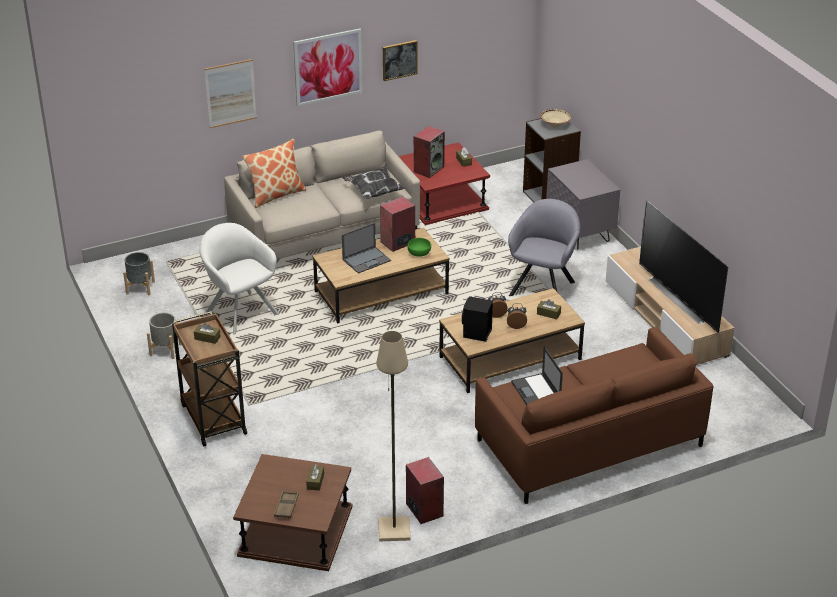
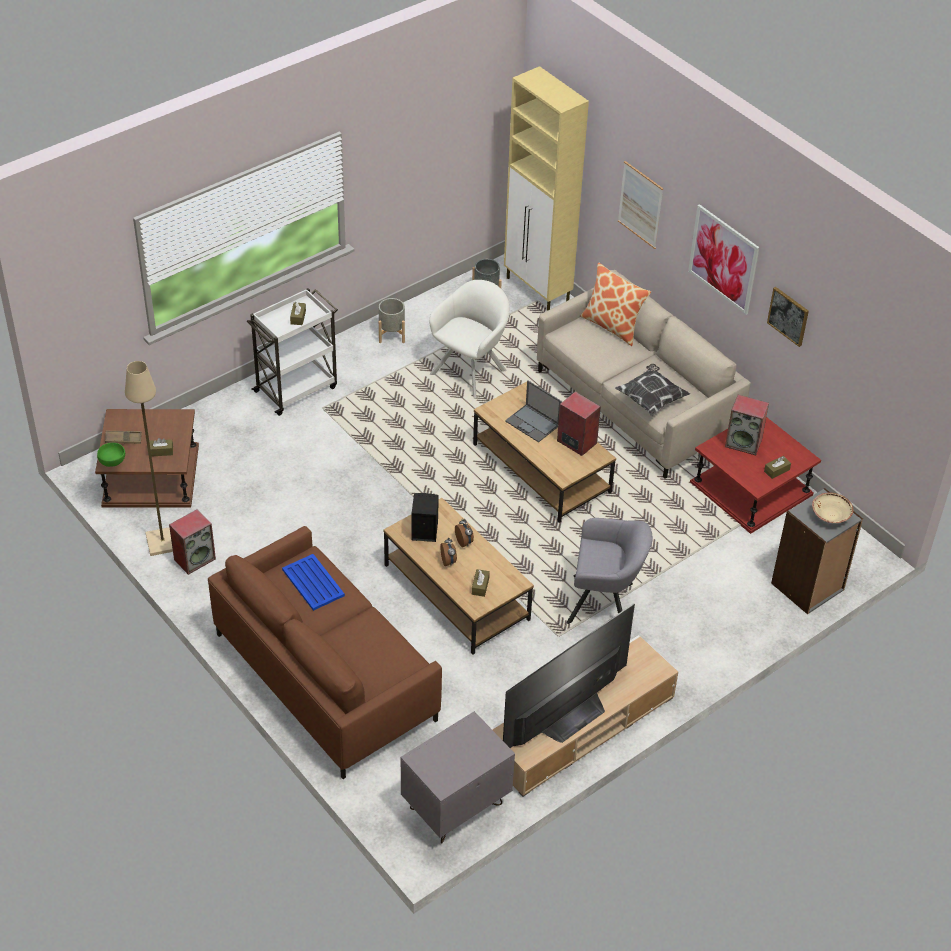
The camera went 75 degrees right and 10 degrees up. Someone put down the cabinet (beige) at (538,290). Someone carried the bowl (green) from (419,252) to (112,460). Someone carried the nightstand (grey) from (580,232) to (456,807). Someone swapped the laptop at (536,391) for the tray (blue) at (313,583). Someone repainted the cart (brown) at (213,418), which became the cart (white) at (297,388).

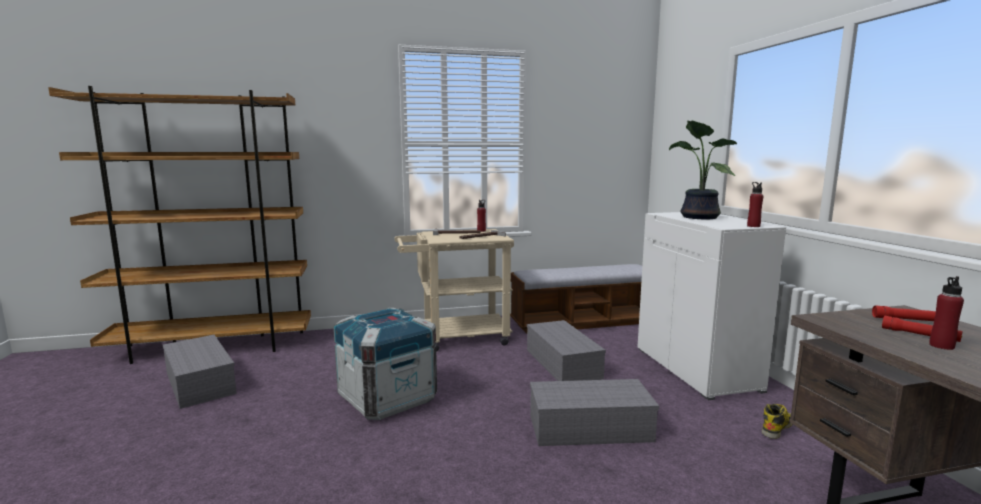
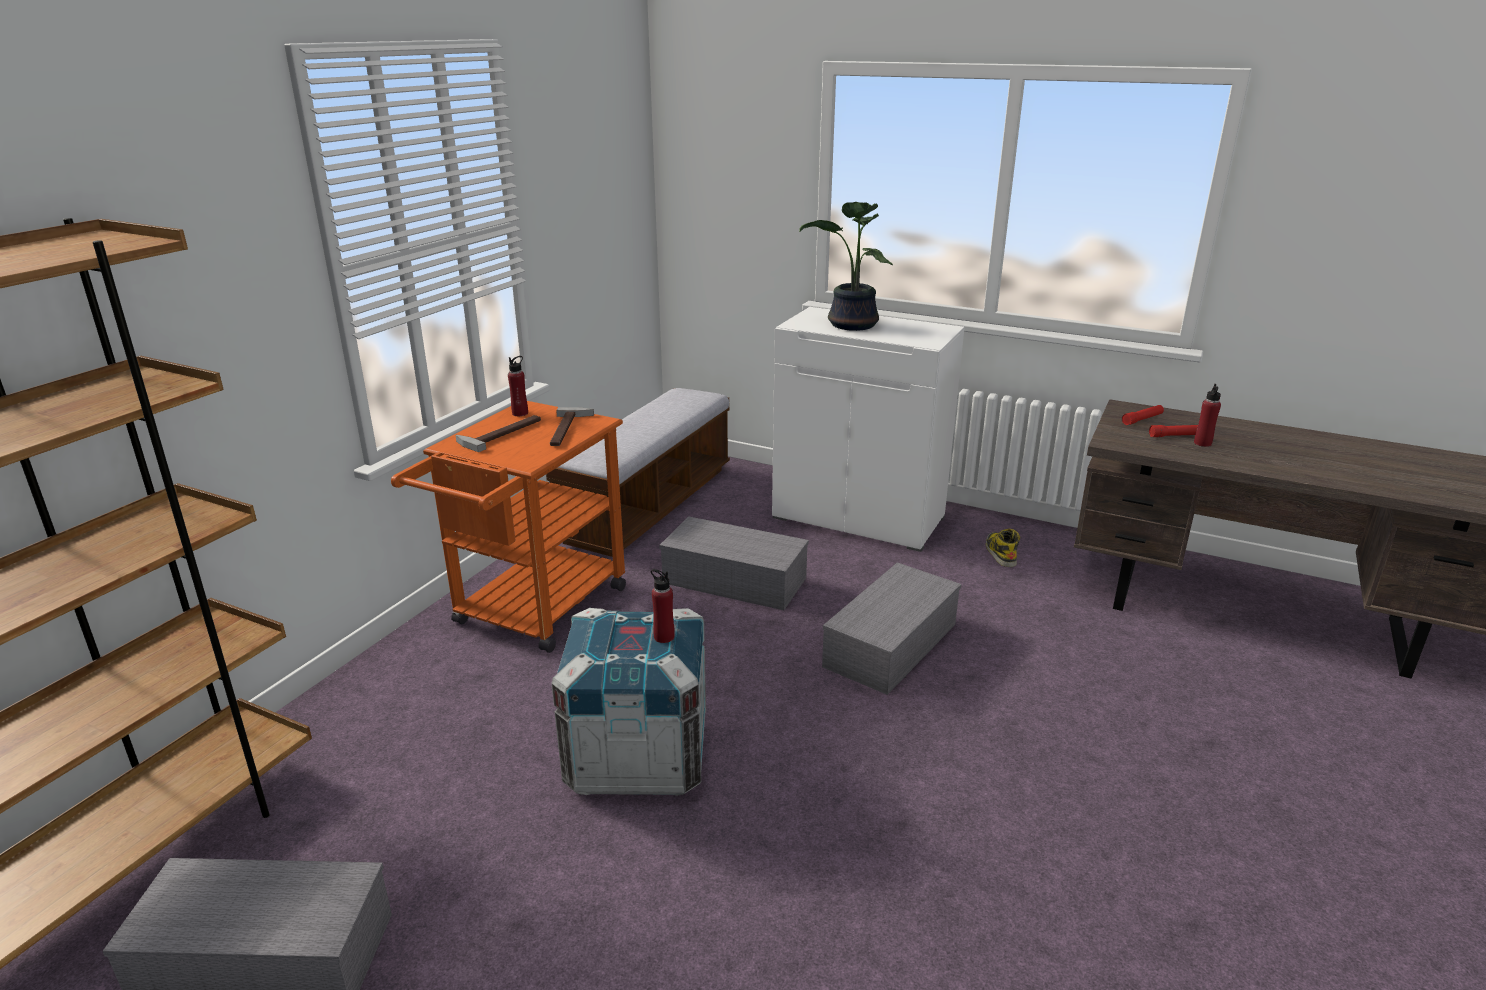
The camera went 50 degrees left and 15 degrees up. Someone carried the bottle (red) from (753,226) to (664,637). Someone repainted the cart (beige) at (456,337), which became the cart (orange) at (532,613).

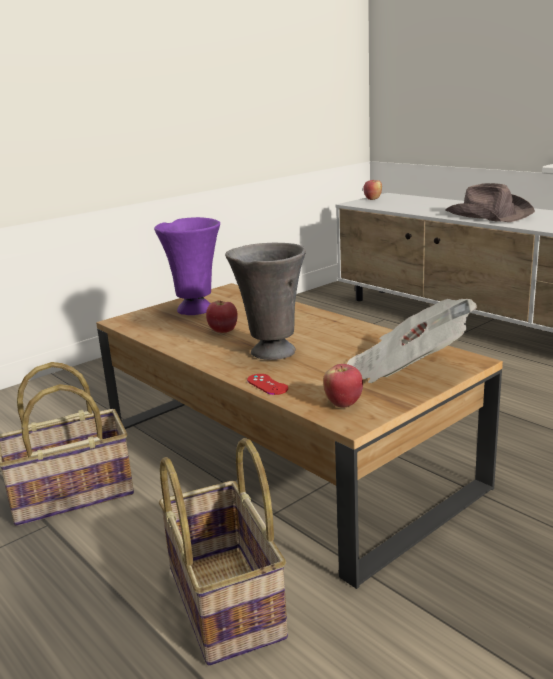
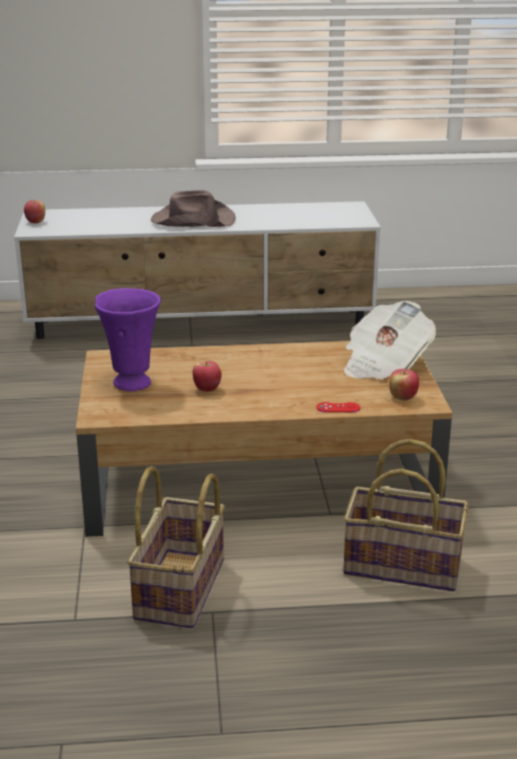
The camera went 55 degrees left and 5 degrees up. Someone took away the vase (grey) at (271,352).

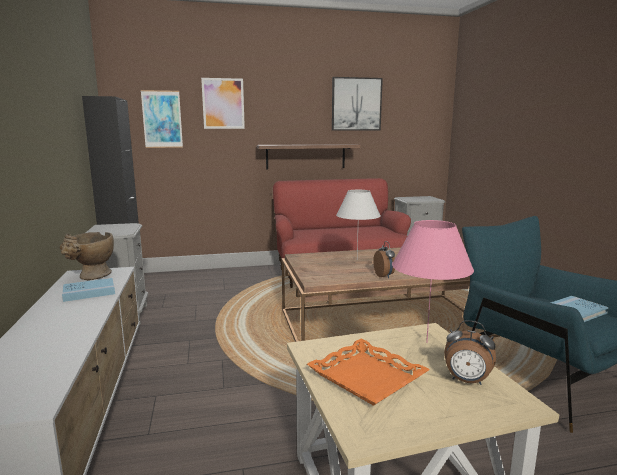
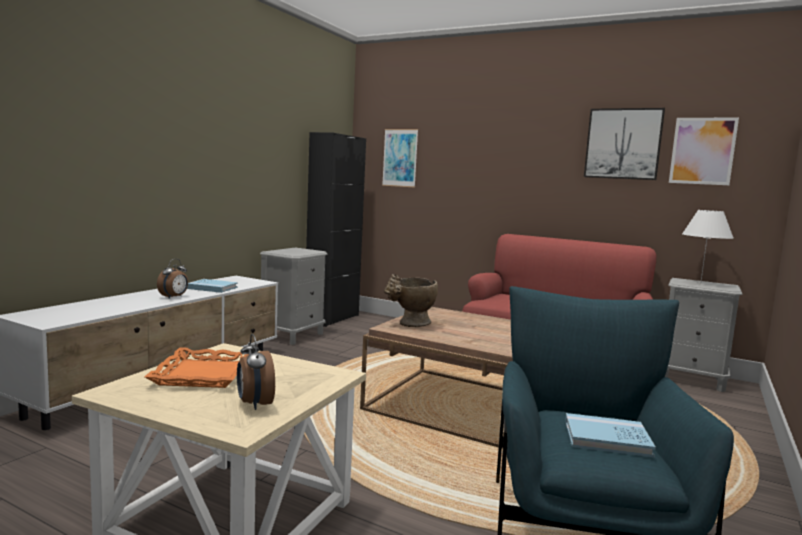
The camera went 40 degrees right and 5 degrees down. Someone took away the shelf at (305,156). Someone took away the table lamp (pink) at (427,342). Someone carried the vase (beige) from (92,277) to (410,324). Someone carried the picture from (223,103) to (702,151). Someone carried the table lamp (white) from (357,259) to (700,283). Someone carried the alarm clock from (384,276) to (174,297).

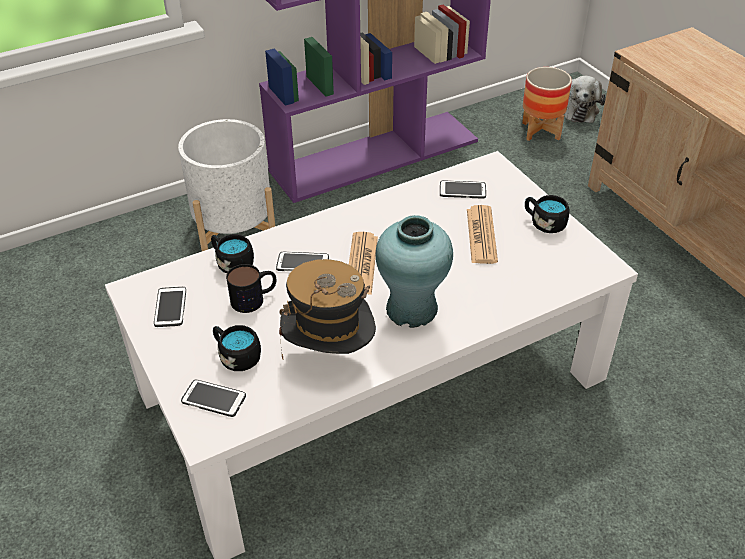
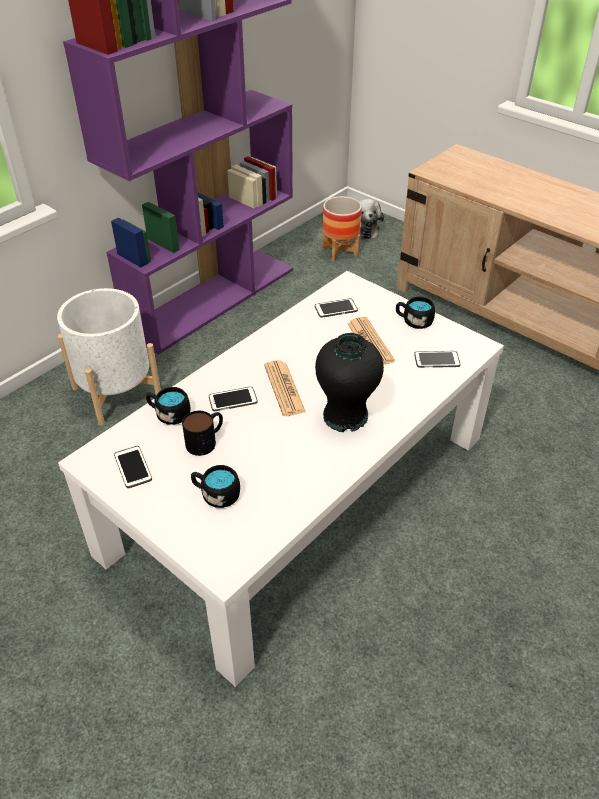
The camera went 20 degrees left and 0 degrees up. Someone took away the hat at (329,356). Someone carried the phone from (213,399) to (436,360). Someone repainted the vase (turquoise) at (412,309), which became the vase (black) at (346,416).

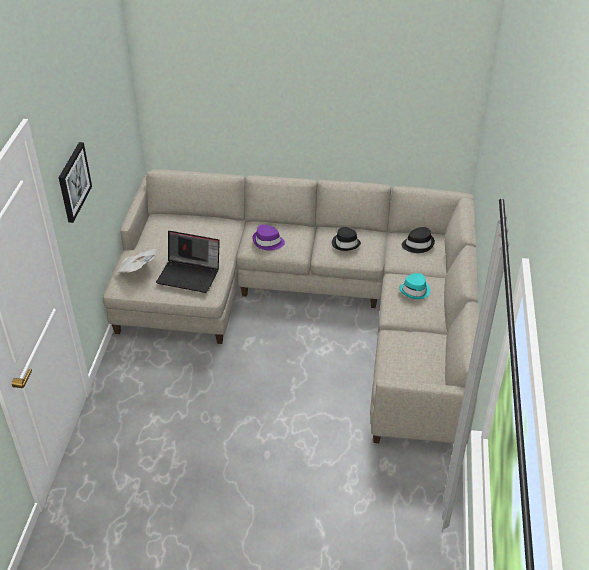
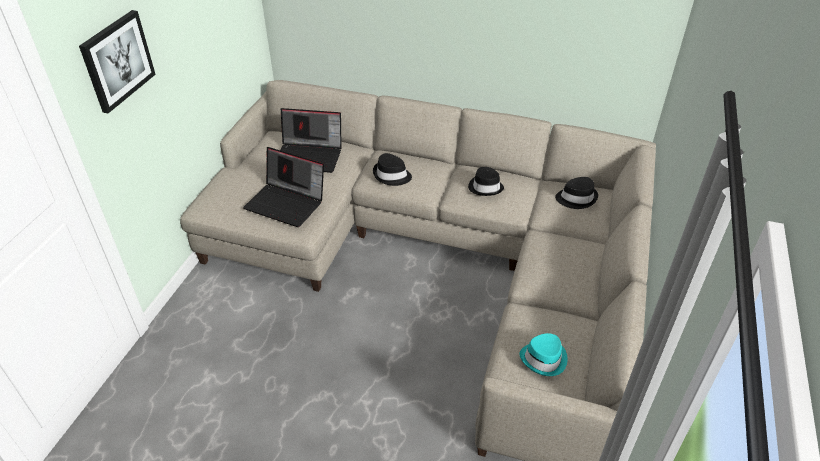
The camera went 10 degrees right and 0 degrees up. Someone took away the newspaper at (137,270). Someone put down the laptop at (310,156). Someone carried the hat (turquoise) from (415,290) to (544,359). Someone repainted the hat (purple) at (268,242), which became the hat (black) at (391,176).

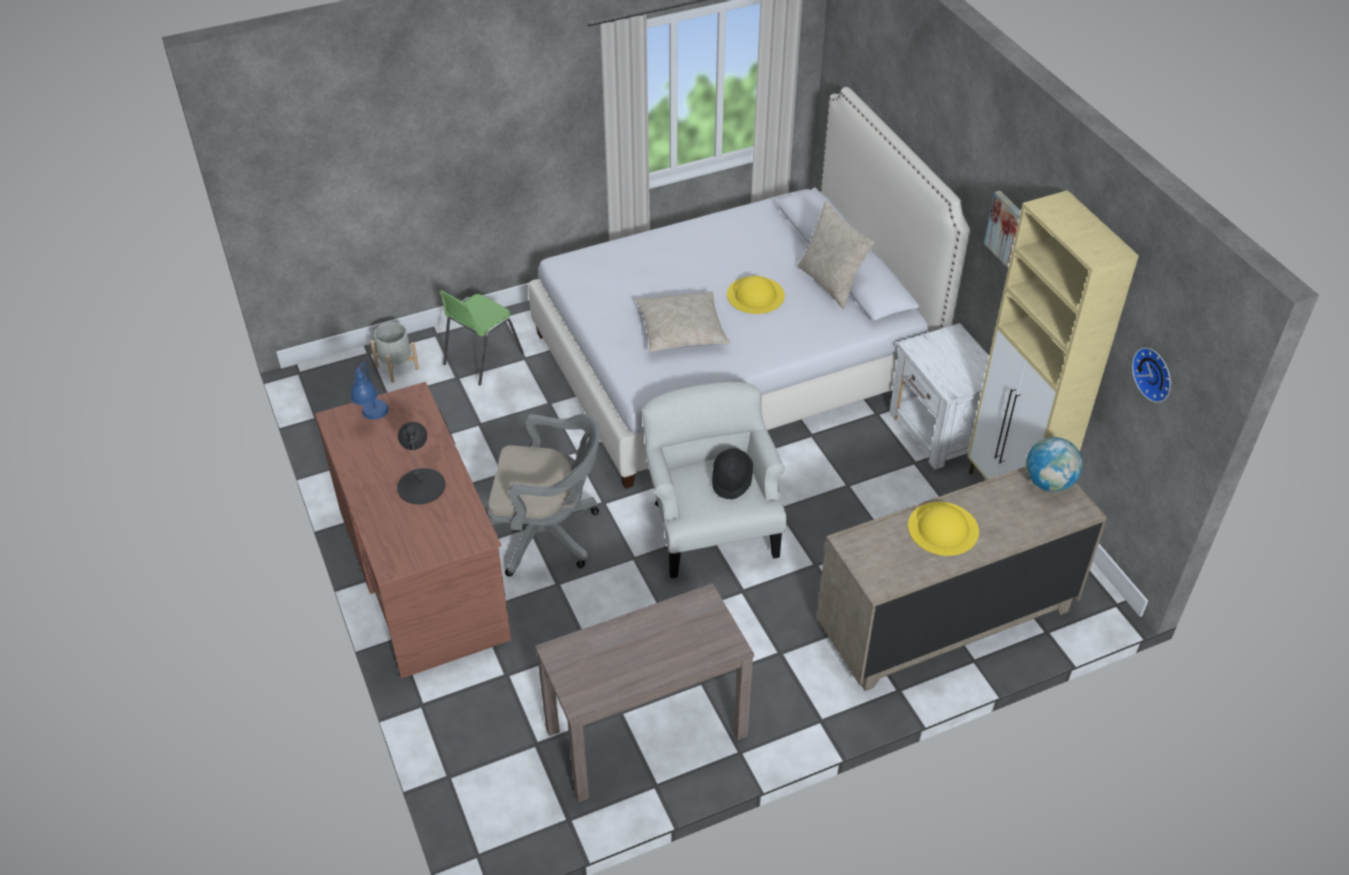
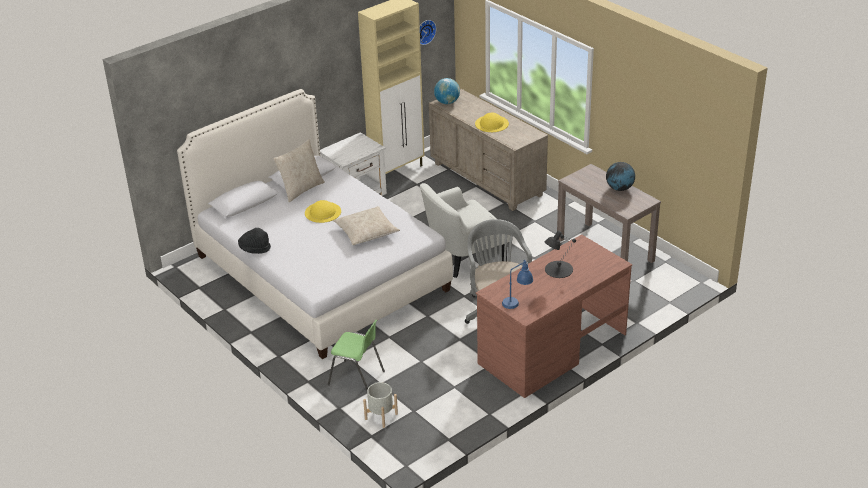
The camera went 105 degrees left and 10 degrees down. Someone took away the picture at (1006,228). Someone put down the globe at (619,188). Someone carried the hat (black) from (731,480) to (254,249).

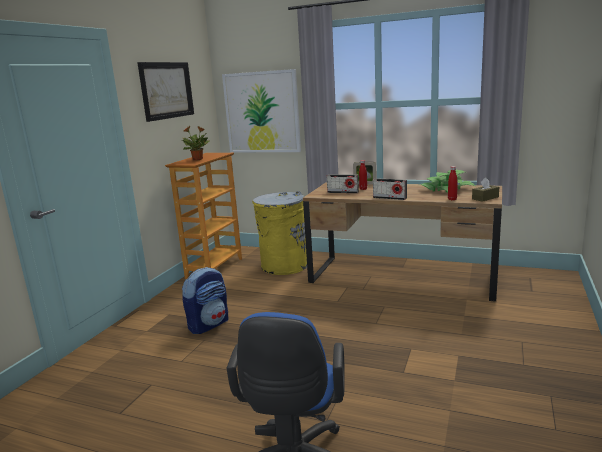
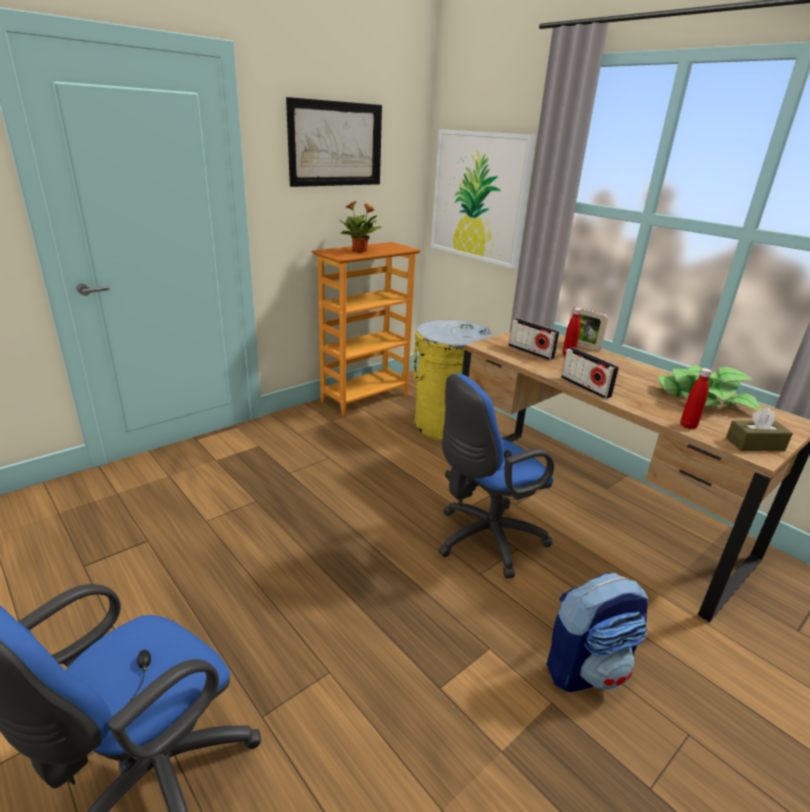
The camera went 25 degrees right and 10 degrees up. Someone put down the office chair (blue) at (484,540). Someone carried the backpack from (209,324) to (587,668).

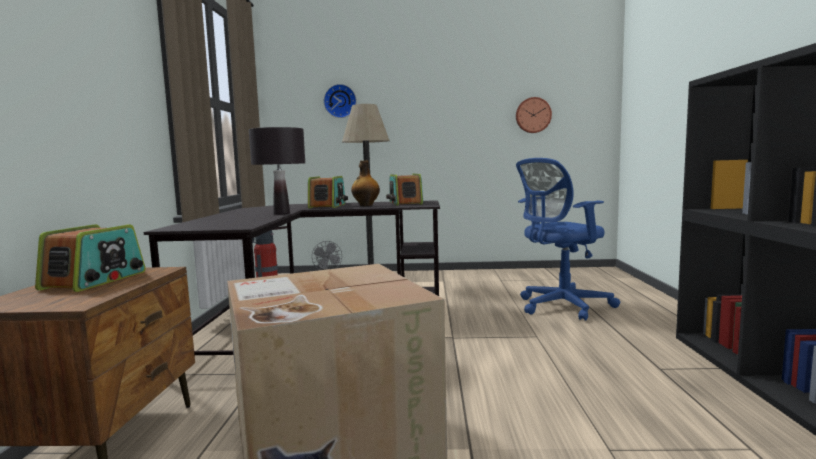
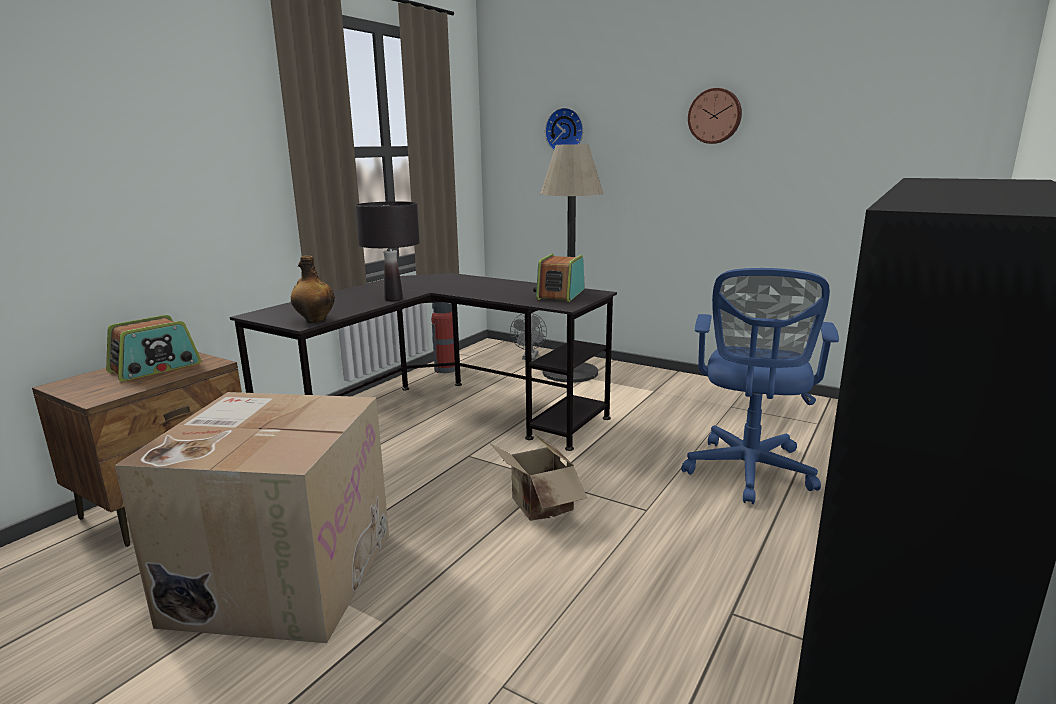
The camera went 30 degrees right and 10 degrees up. Someone took away the radio at (328,206). Someone put down the cardboard box at (538,508). Someone carried the bottle from (365,205) to (315,320). Someone carried the wall clock from (533,115) to (715,116). Someone rotated the office chair (blue) at (560,307) by 75 degrees counterclockwise.

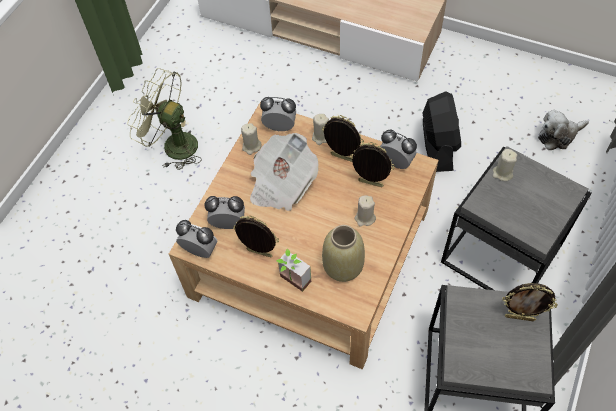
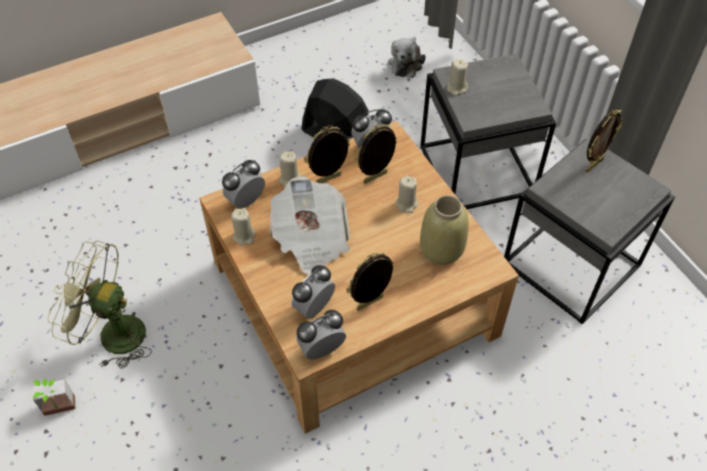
The camera went 55 degrees left and 5 degrees down. Someone carried the potted plant from (291,283) to (60,411). Someone rotated the fan (green) at (173,145) by 45 degrees clockwise.

